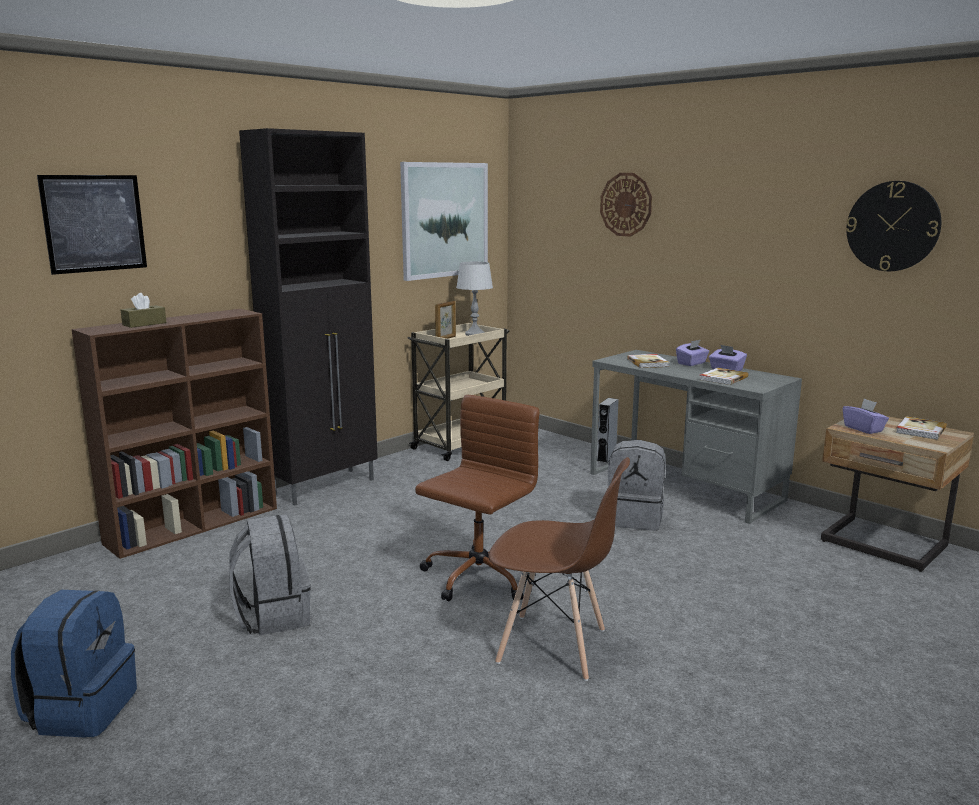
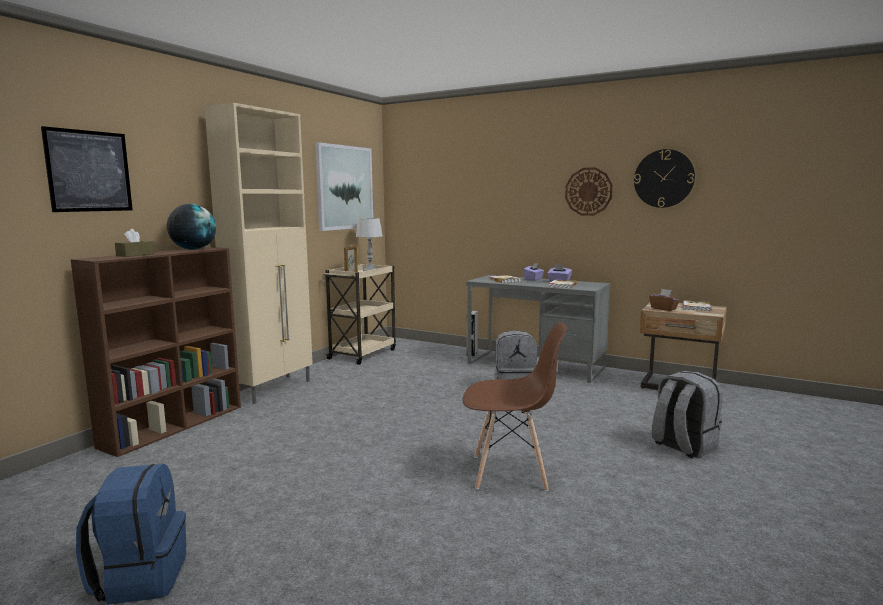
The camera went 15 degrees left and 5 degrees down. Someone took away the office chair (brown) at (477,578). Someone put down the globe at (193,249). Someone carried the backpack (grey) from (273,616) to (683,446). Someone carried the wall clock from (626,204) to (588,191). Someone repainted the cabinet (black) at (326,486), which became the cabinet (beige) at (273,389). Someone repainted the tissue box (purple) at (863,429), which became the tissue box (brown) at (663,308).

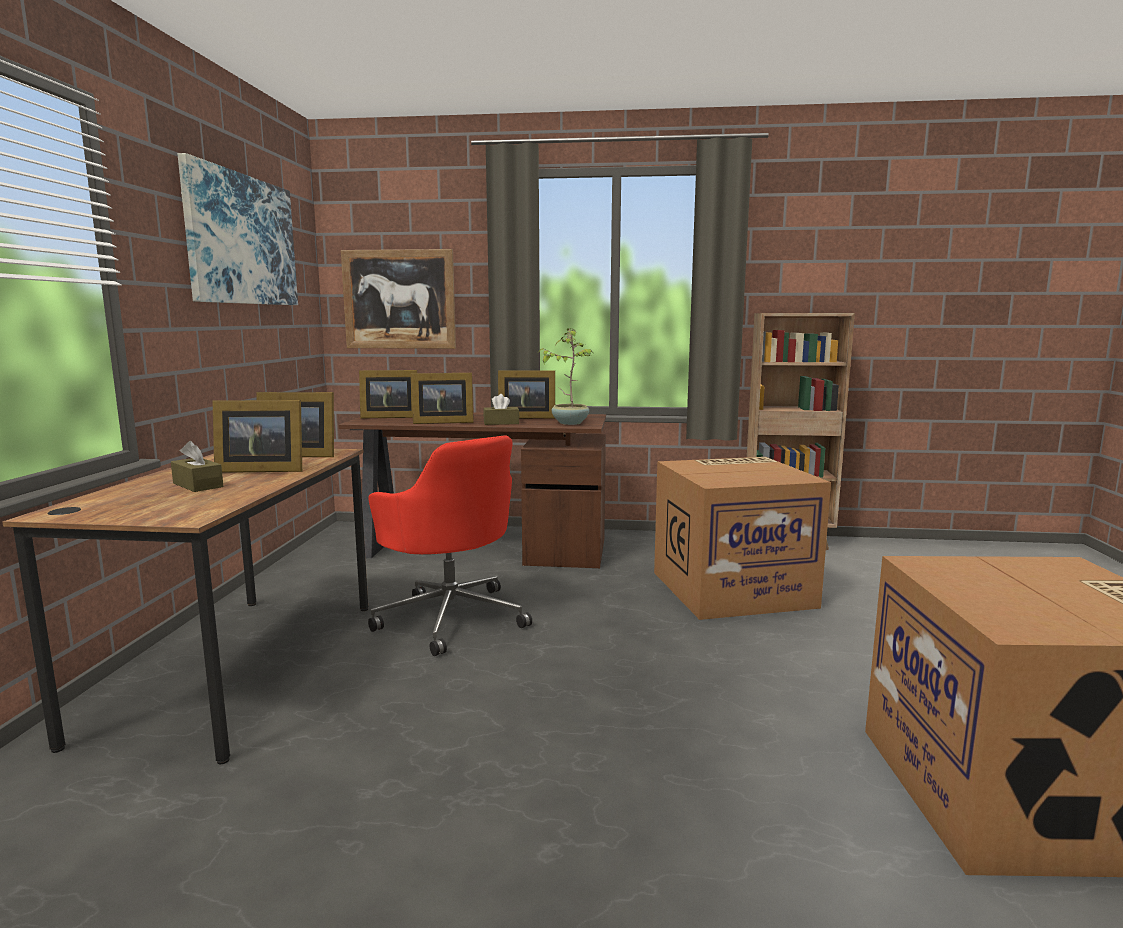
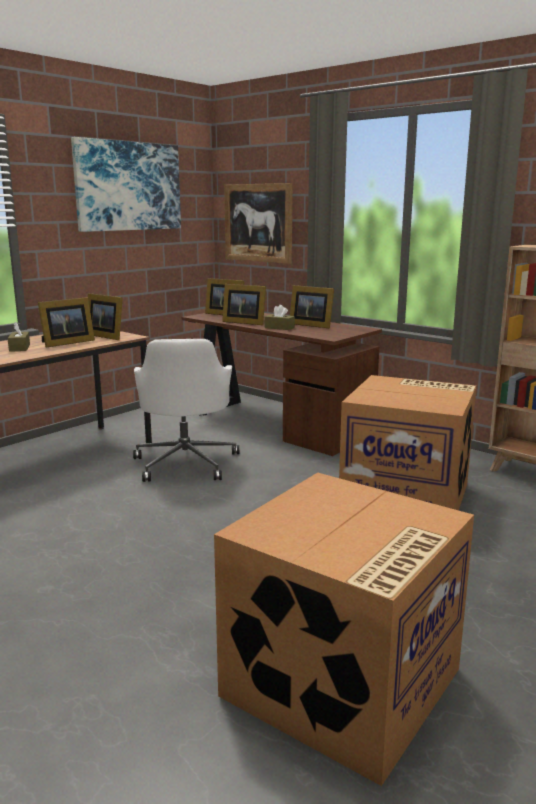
The camera went 35 degrees right and 5 degrees up. Someone took away the potted plant at (569,423). Someone repainted the office chair (red) at (451,617), which became the office chair (white) at (186,462). Someone rotated the picture frame at (259,470) by 75 degrees counterclockwise.

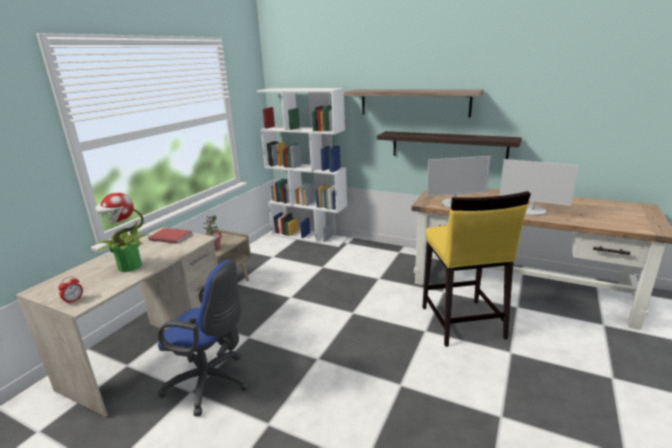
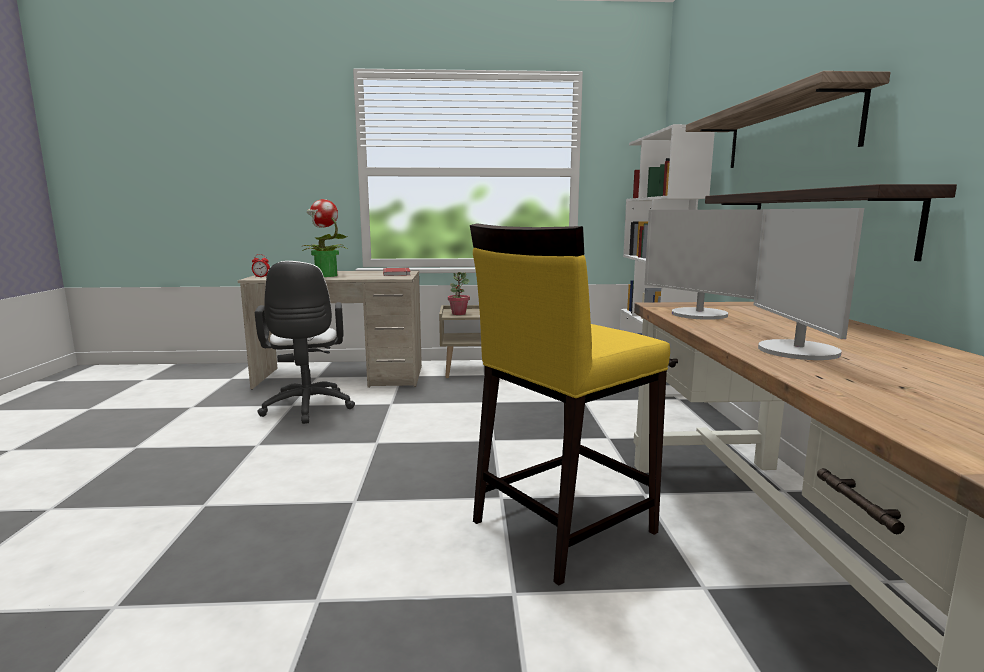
The camera went 60 degrees right and 10 degrees down. Someone repainted the office chair (blue) at (212,383), which became the office chair (white) at (307,409).

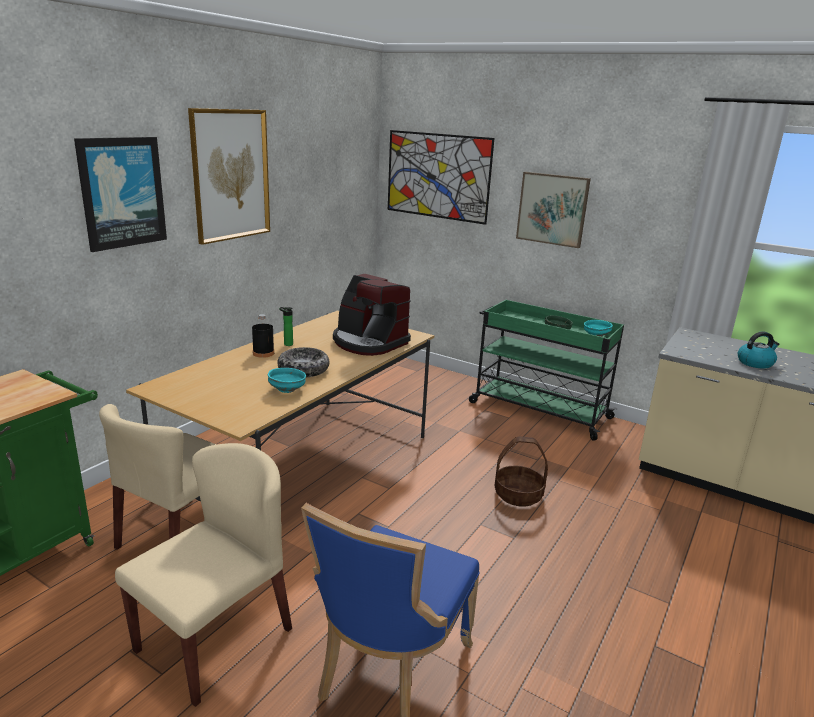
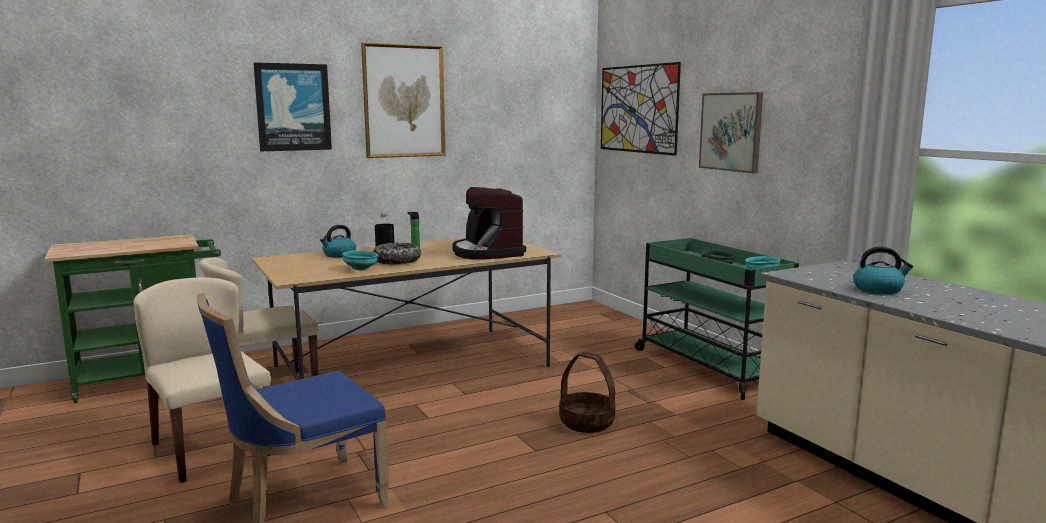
The camera went 30 degrees right and 10 degrees down. Someone put down the kettle at (339,255). Someone rotated the chair (beige) at (215,638) by 105 degrees counterclockwise.

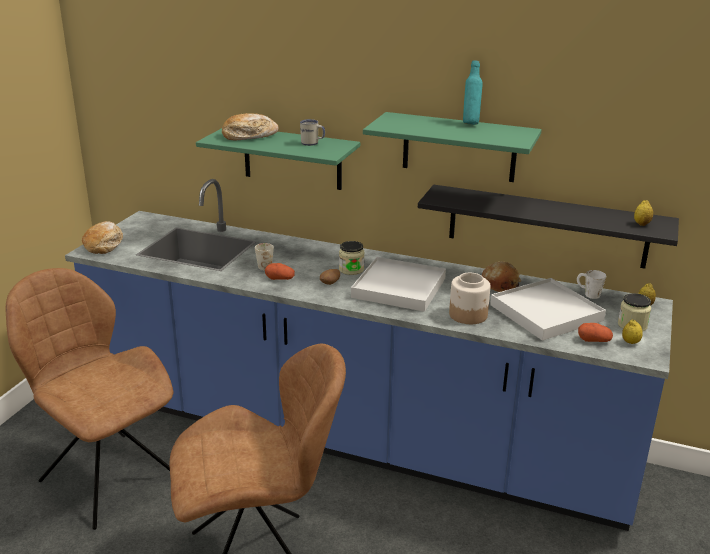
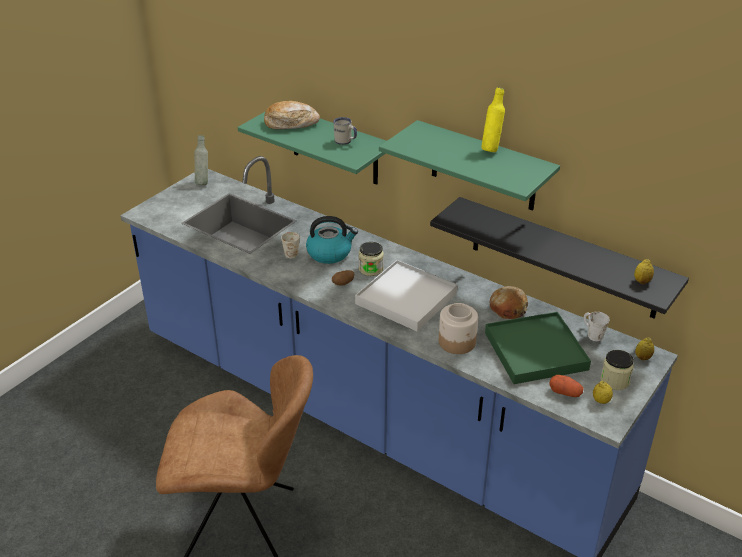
The camera went 15 degrees right and 10 degrees up. Someone took away the chair (brown) at (107,477). Someone took away the bread at (104,244). Someone took away the potato at (280,278). Someone put down the bottle (grey) at (203,182). Someone put down the kettle at (330,253). Someone repainted the bottle (turquoise) at (470,123), which became the bottle (yellow) at (491,149). Someone repainted the tray (white) at (546,312), which became the tray (green) at (535,351).

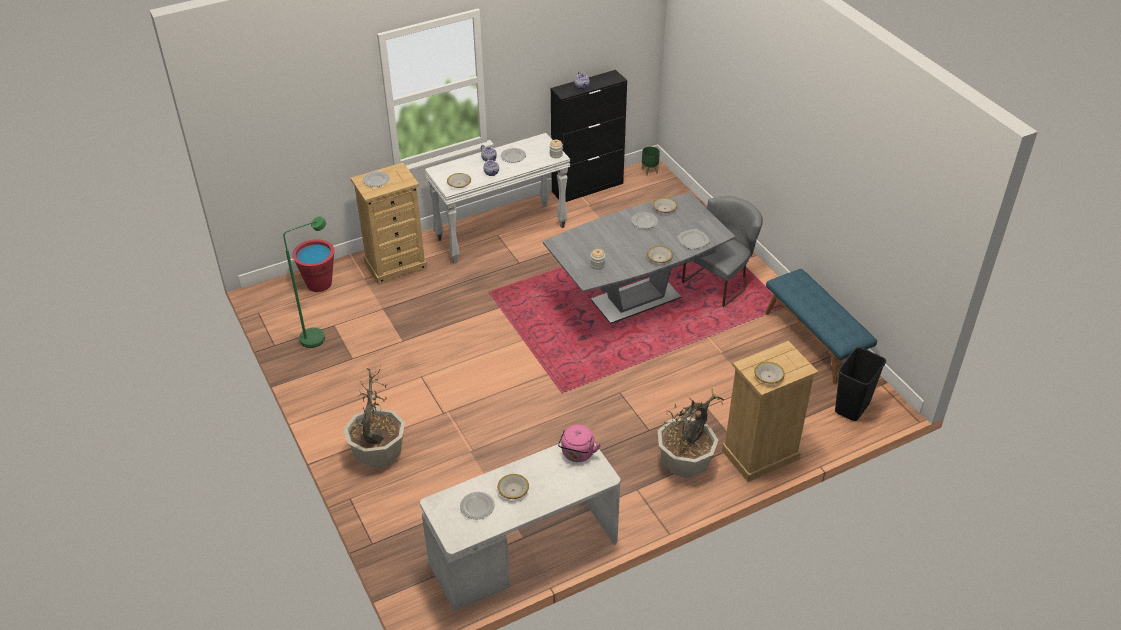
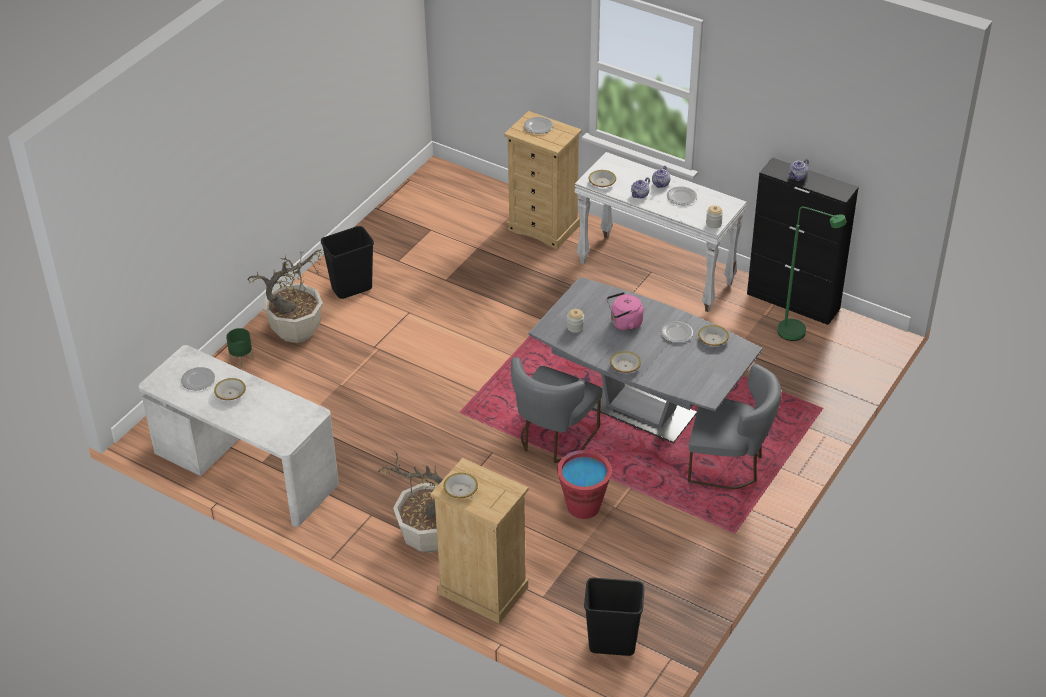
The camera went 60 degrees right and 0 degrees up. Someone took away the plate at (693,240). Someone took away the bench (blue) at (814,341). Someone put down the trash can (black) at (352,288). Someone put down the chair (grey) at (553,439). Someone carried the floor lamp (green) from (319,336) to (799,334). Someone carried the bucket (red) from (319,284) to (583,506). Someone carried the kettle (pink) from (577,454) to (624,324). Someone carried the planter (green) from (649,171) to (241,359).

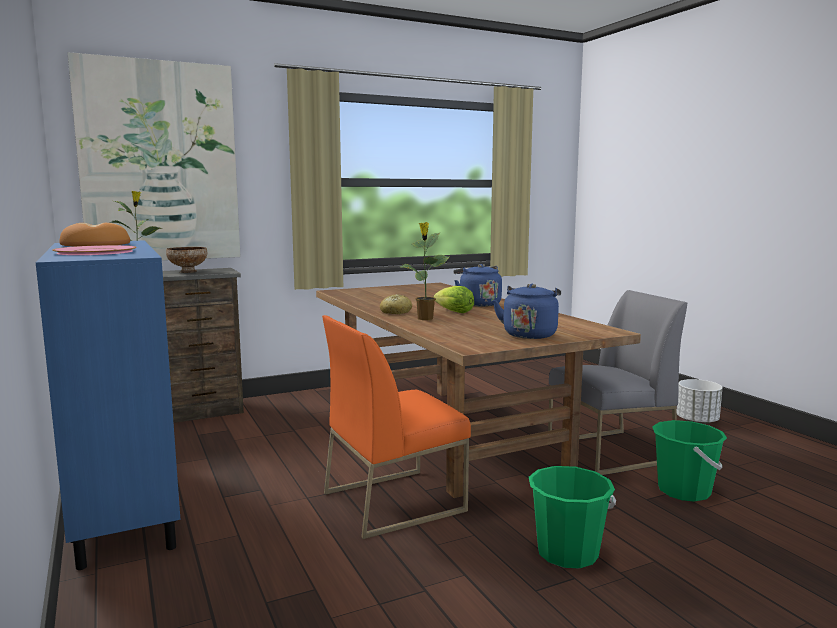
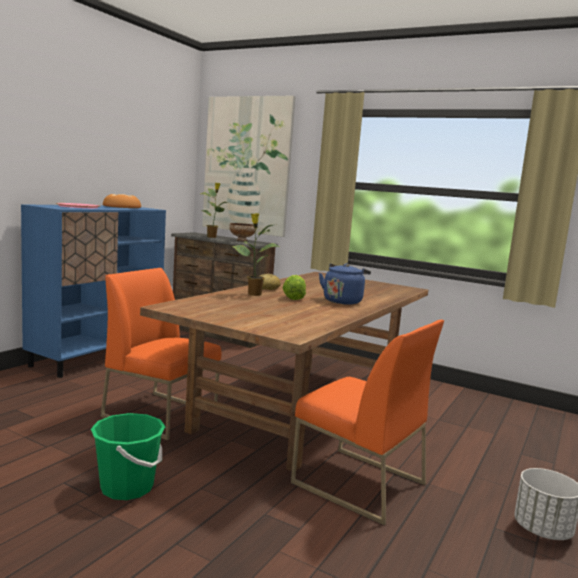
The camera went 55 degrees right and 0 degrees up. Someone took away the kettle (blue) at (529,334). Someone took away the bucket (green) at (684,491). Someone repainted the chair (grey) at (610,452), which became the chair (orange) at (357,483).

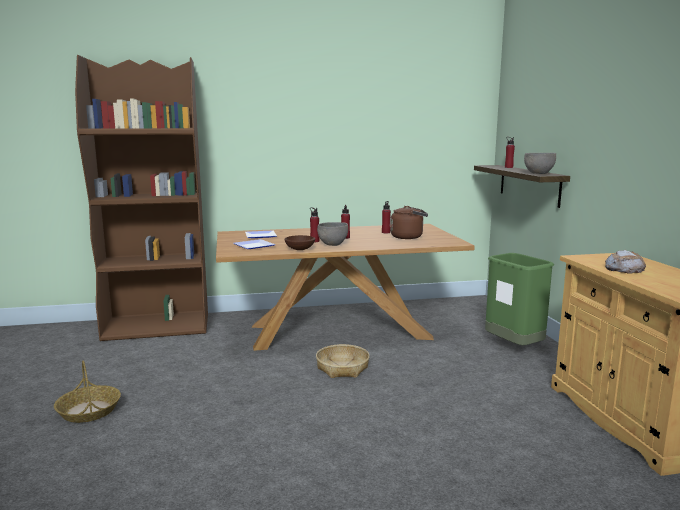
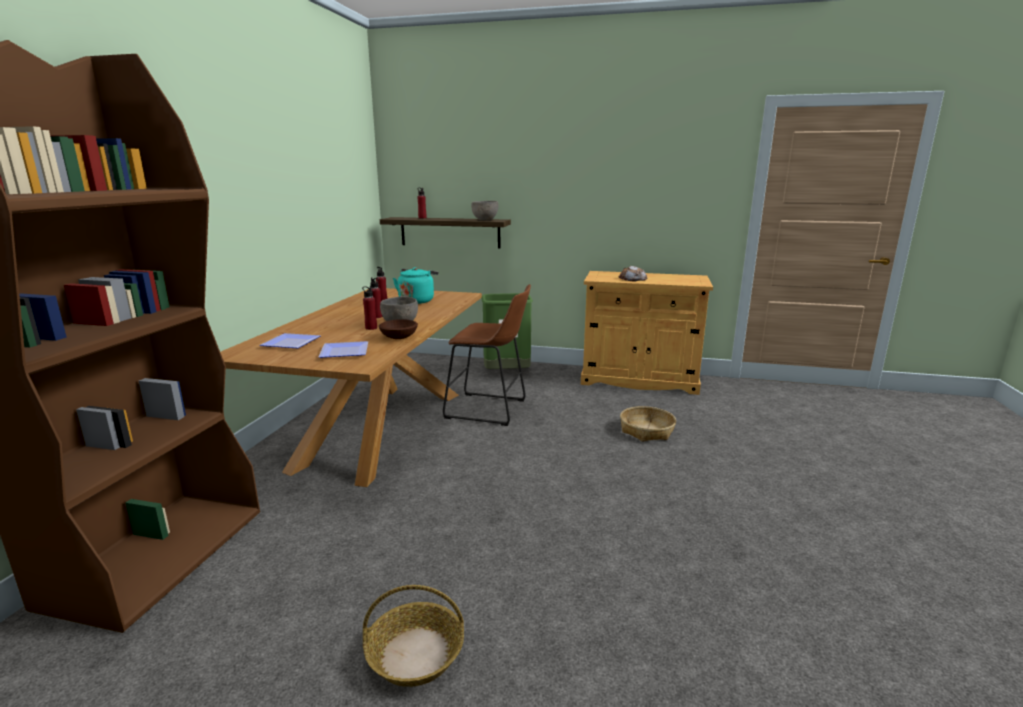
The camera went 65 degrees left and 5 degrees up. Someone put down the stool (brown) at (490,410). Someone carried the basket from (343,368) to (646,430). Someone repainted the kettle (brown) at (408,237), which became the kettle (turquoise) at (417,301).

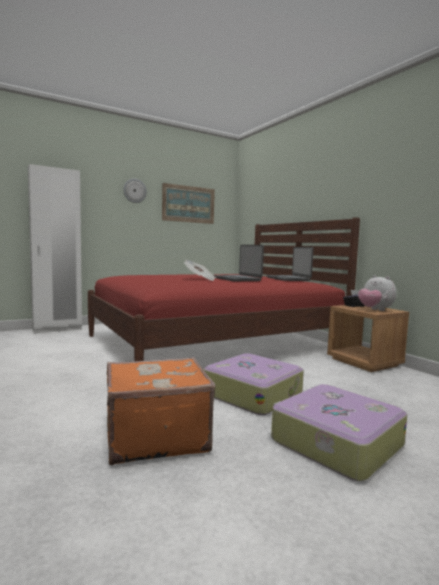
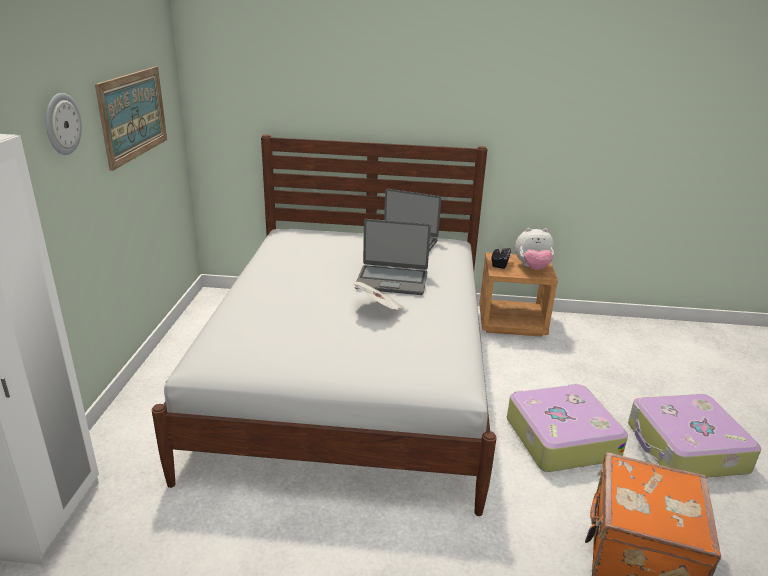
The camera went 55 degrees left and 20 degrees up. Someone repainted the bed (red) at (214,343), which became the bed (white) at (351,377).

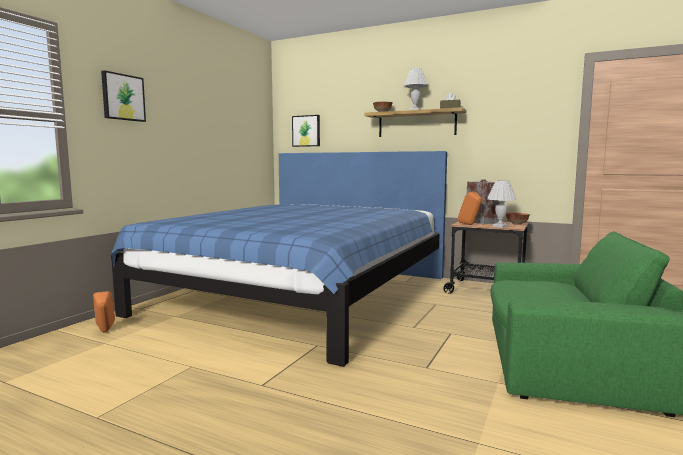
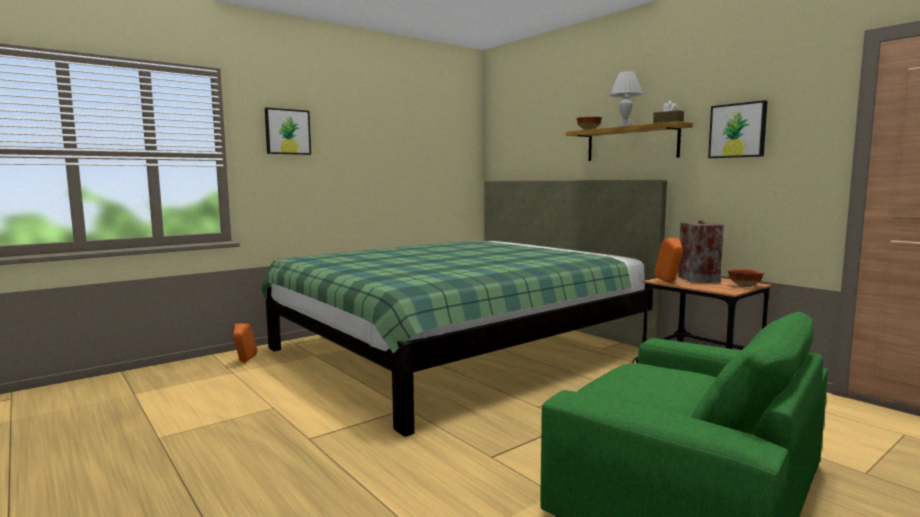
The camera went 25 degrees right and 0 degrees up. Someone took away the table lamp (white) at (499,226). Someone carried the picture from (306,131) to (738,130). Someone repainted the bed (blue) at (300,294), which became the bed (green) at (458,349).

